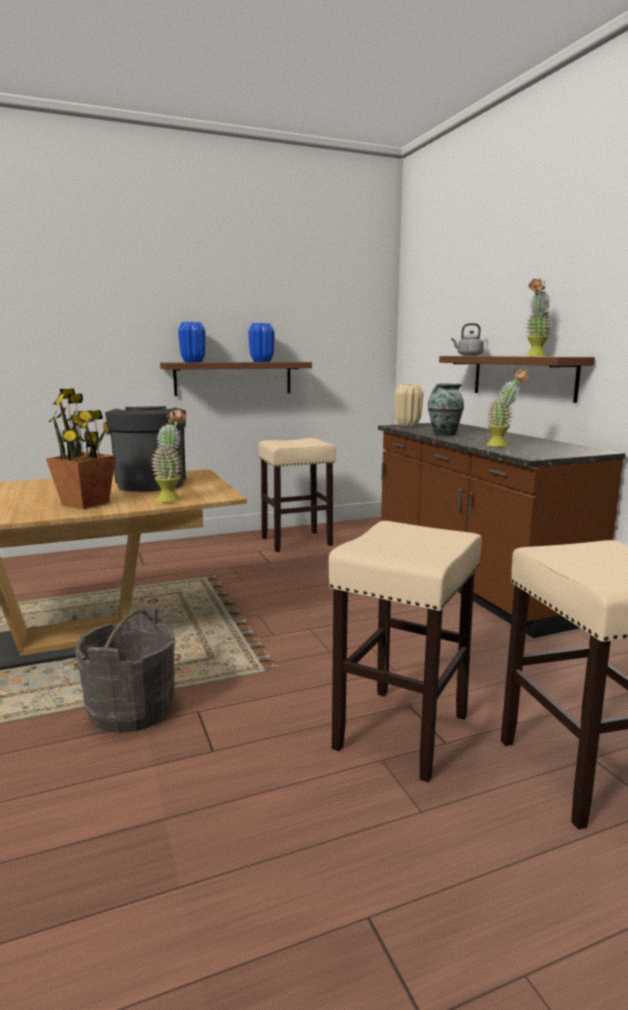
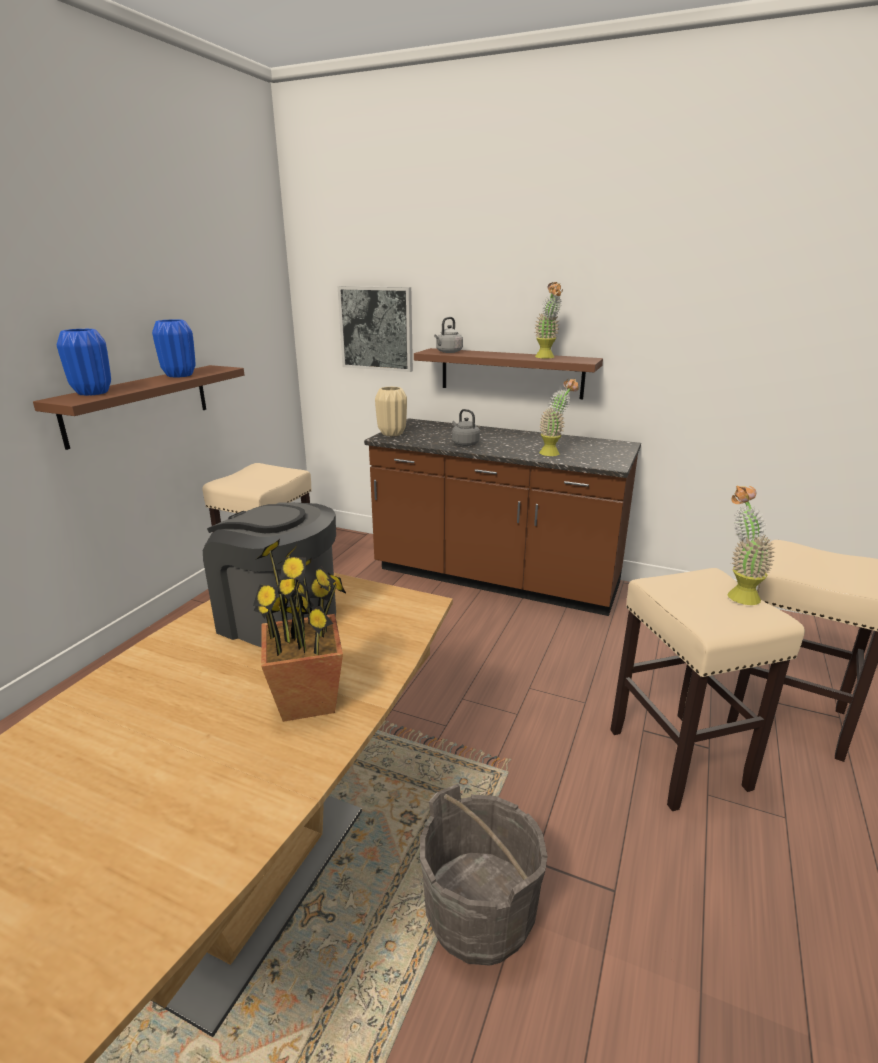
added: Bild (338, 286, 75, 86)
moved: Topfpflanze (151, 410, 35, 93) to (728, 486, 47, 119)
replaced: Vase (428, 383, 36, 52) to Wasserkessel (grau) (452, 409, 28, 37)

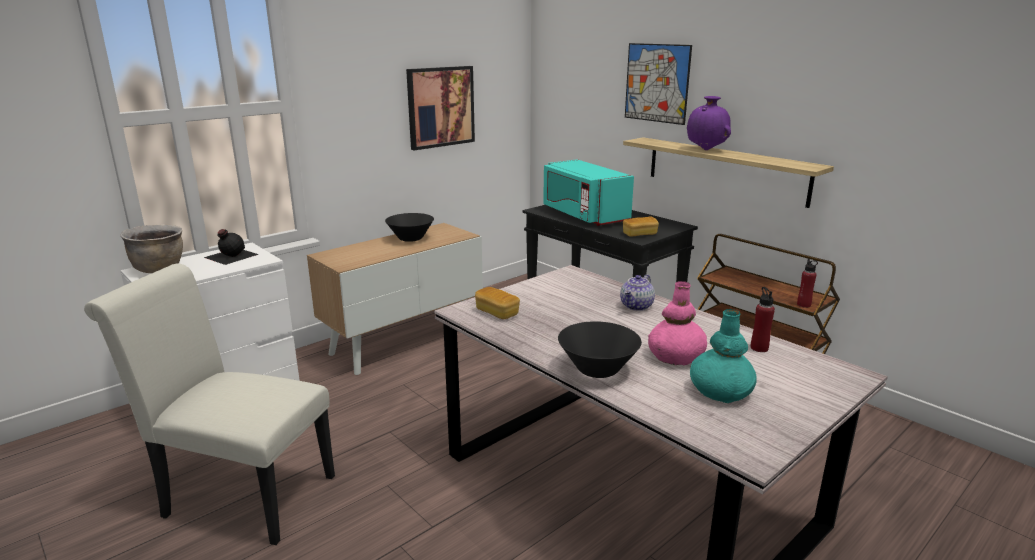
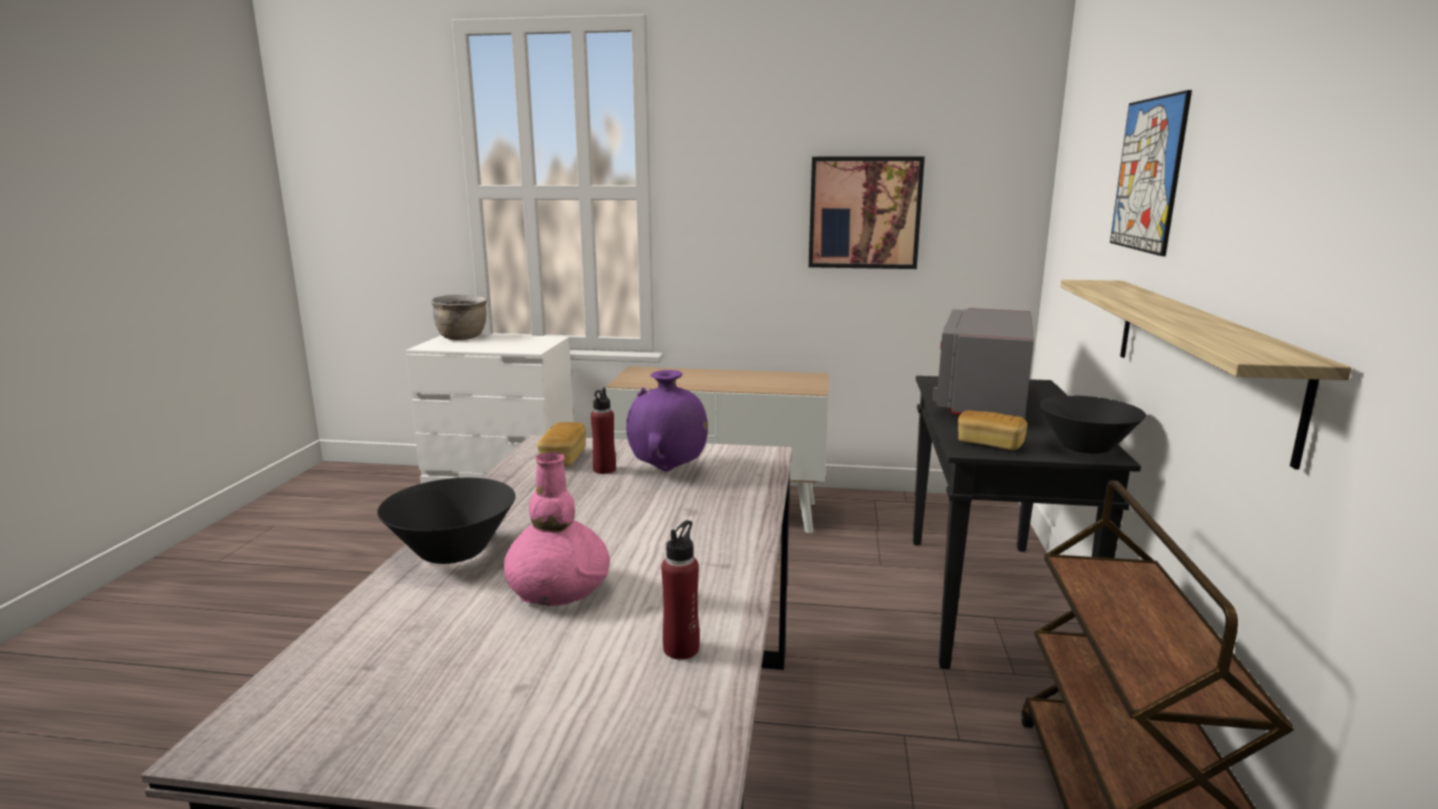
removed: Stuhl (weiß) (84, 263, 251, 282); Flasche (schwarz) (204, 229, 55, 36); Teekanne (620, 274, 35, 37); Vase (türkis) (690, 309, 67, 94)
moved: Flasche (rot) (797, 259, 21, 49) to (591, 388, 25, 86); Vase (lila) (687, 96, 44, 54) to (626, 370, 82, 102); Schüssel (schwarz) (385, 213, 49, 29) to (1039, 395, 107, 59)
recoloured: Mikrowelle (türkis) (543, 159, 91, 67) to Mikrowelle (grau) (933, 308, 101, 111)

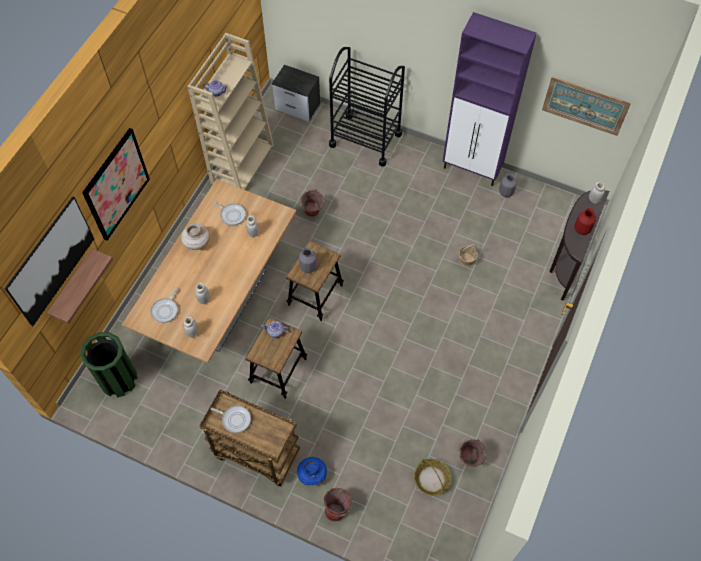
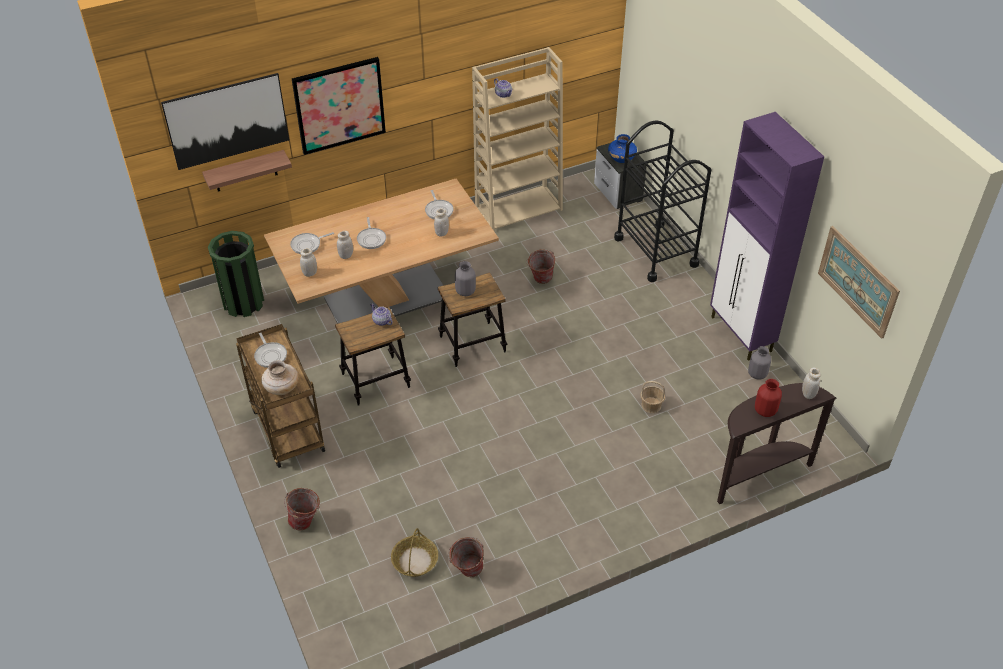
added: Pfanne (357, 217, 29, 32)
moved: Vase (beige) (181, 224, 29, 26) to (261, 360, 37, 35); Vase (blau) (297, 457, 30, 29) to (608, 134, 29, 29)

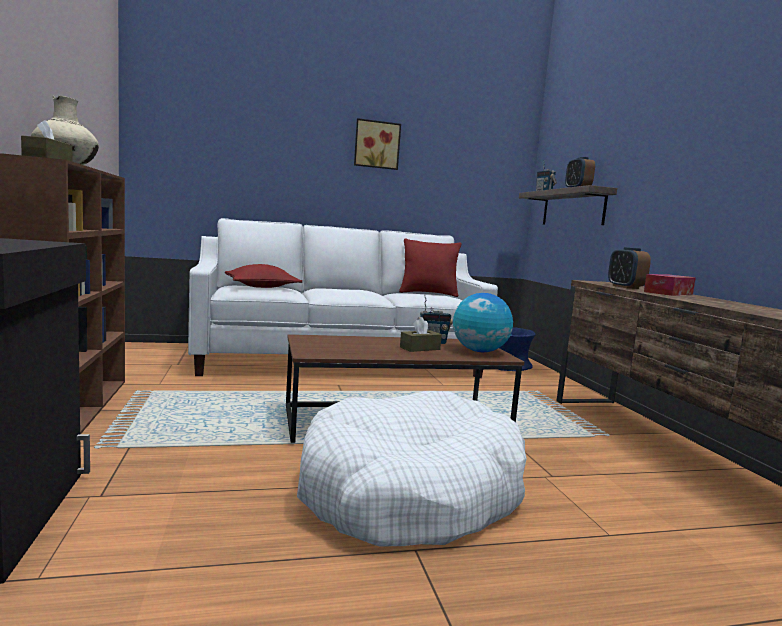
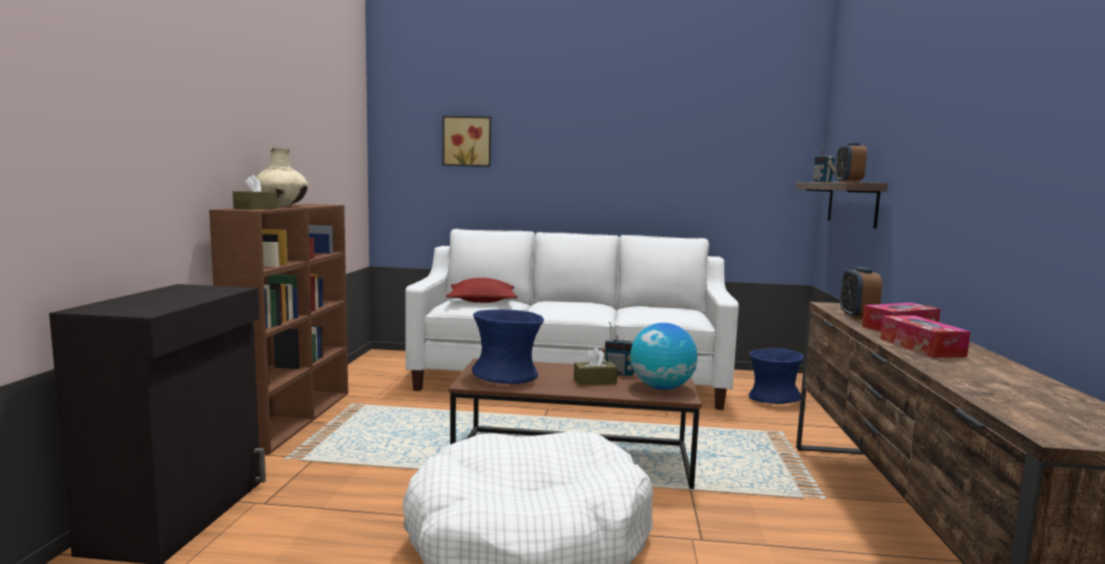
removed: Kissen (rot) (399, 238, 62, 59)
added: Vase (blau) (472, 309, 72, 75); Taschentuchbox (880, 315, 91, 43)
moved: Bild (354, 118, 47, 52) to (442, 116, 49, 51)

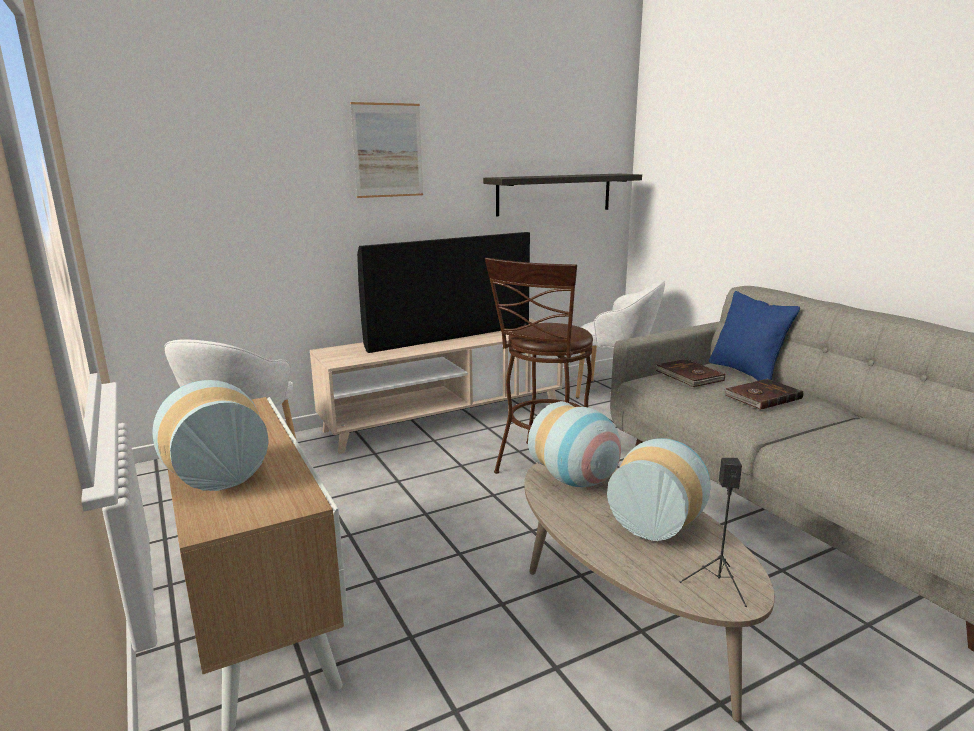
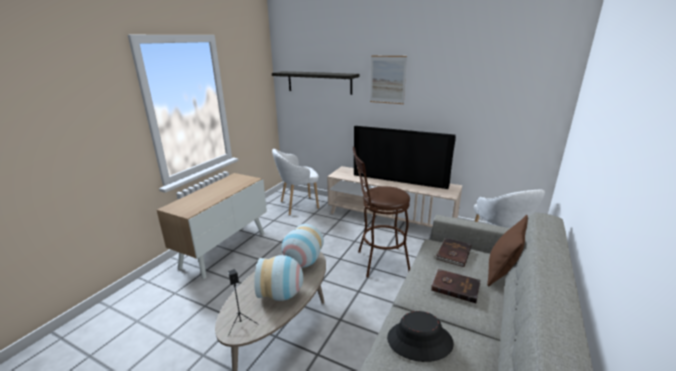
removed: Vase (153, 380, 115, 111)
added: Hut (schwarz) (387, 311, 67, 51)
moved: Wandregal (483, 174, 159, 42) to (272, 71, 87, 24)
recoloured: Kissen (blau) (709, 291, 91, 90) to Kissen (braun) (487, 215, 41, 71)

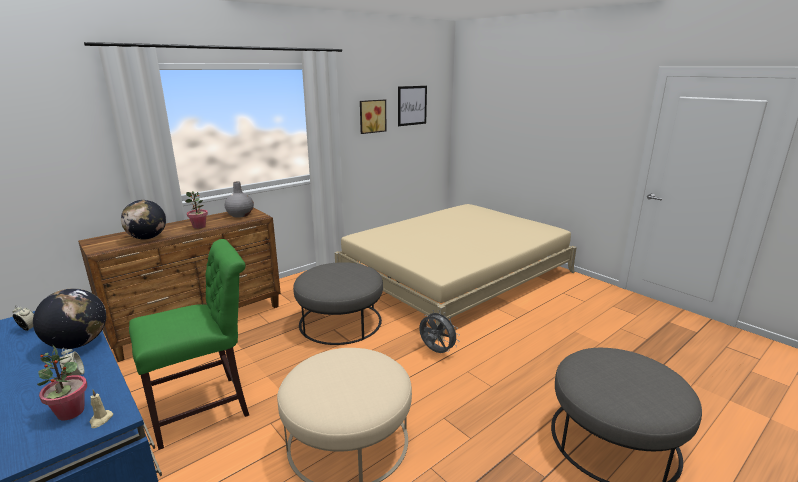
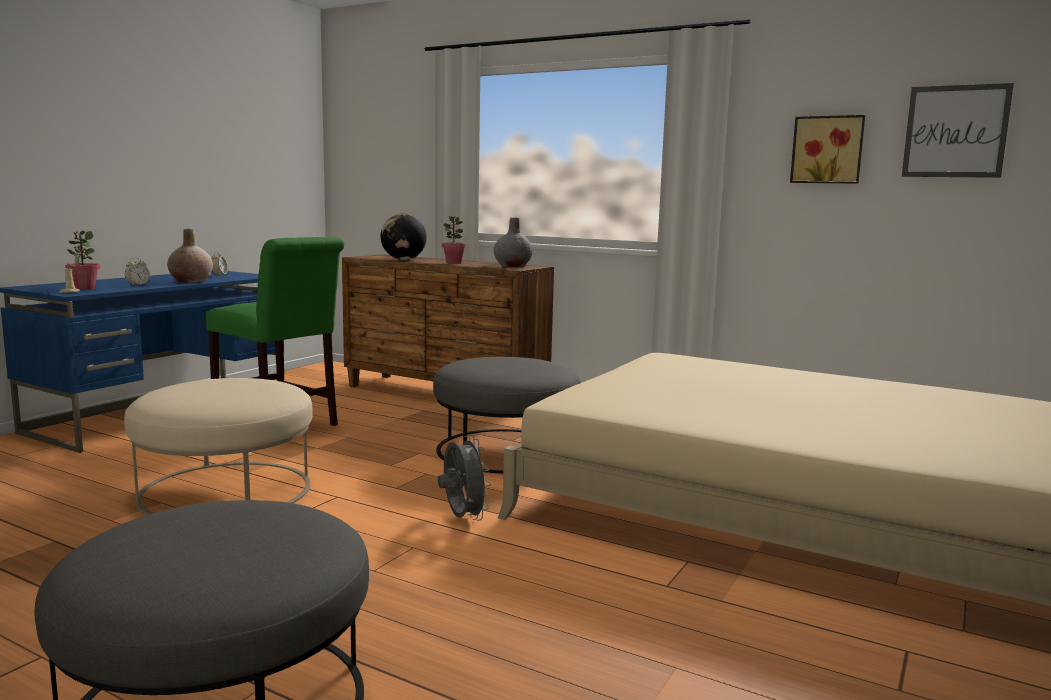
replaced: Globus (33, 288, 73, 61) to Vase (beige) (167, 229, 46, 54)
turned: Ventilator (grau) (419, 310, 41, 43) = (438, 435, 53, 86) 45 degrees counterclockwise

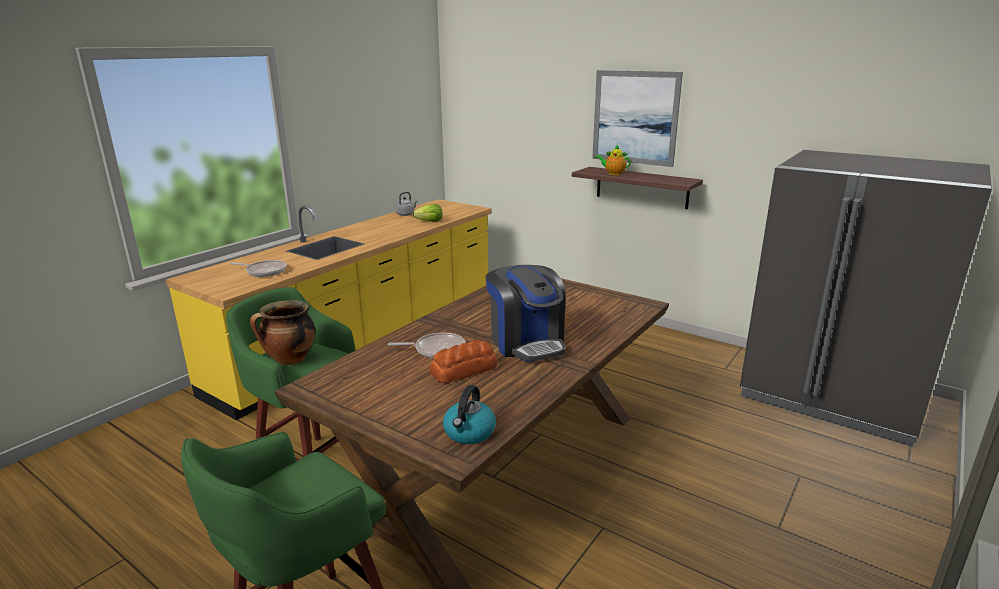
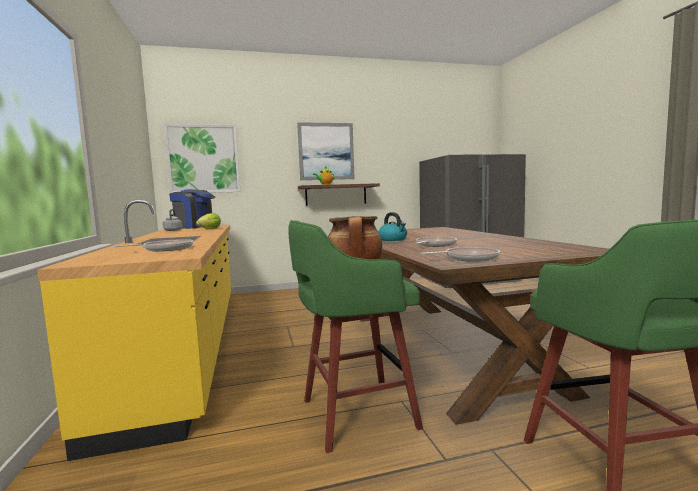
removed: Brot (430, 340, 68, 43)
added: Bild (164, 124, 76, 69); Pfanne (421, 247, 79, 15)
moved: Kaffeemaschine (486, 265, 80, 97) to (169, 189, 46, 40); Wasserkessel (443, 385, 53, 59) to (378, 212, 29, 29)

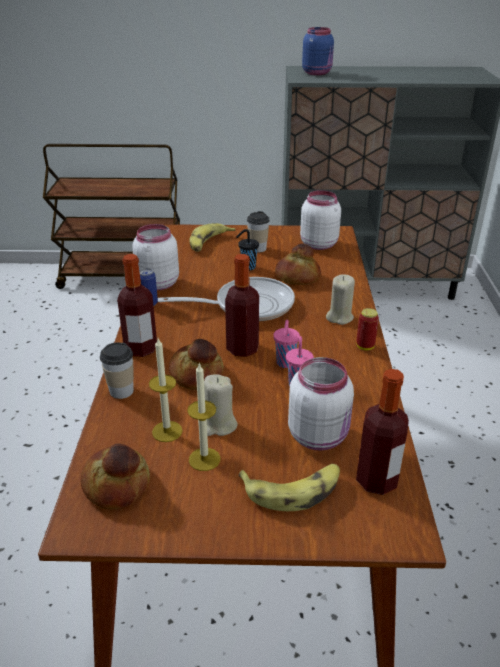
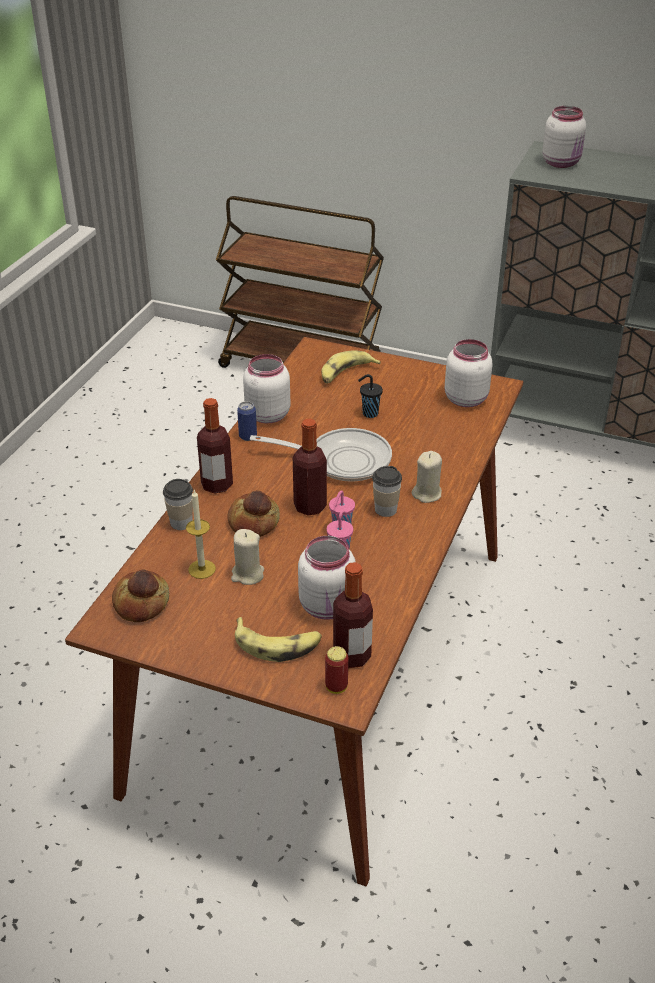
removed: Kerze (187, 363, 34, 108); Brot (275, 243, 46, 42)
moved: Dose (356, 308, 23, 42) to (325, 646, 23, 48); Tasse (247, 211, 23, 41) to (372, 466, 30, 51)
recoloured: Vorratsglas (blau) (302, 27, 32, 48) to Vorratsglas (weiß) (542, 106, 44, 62)

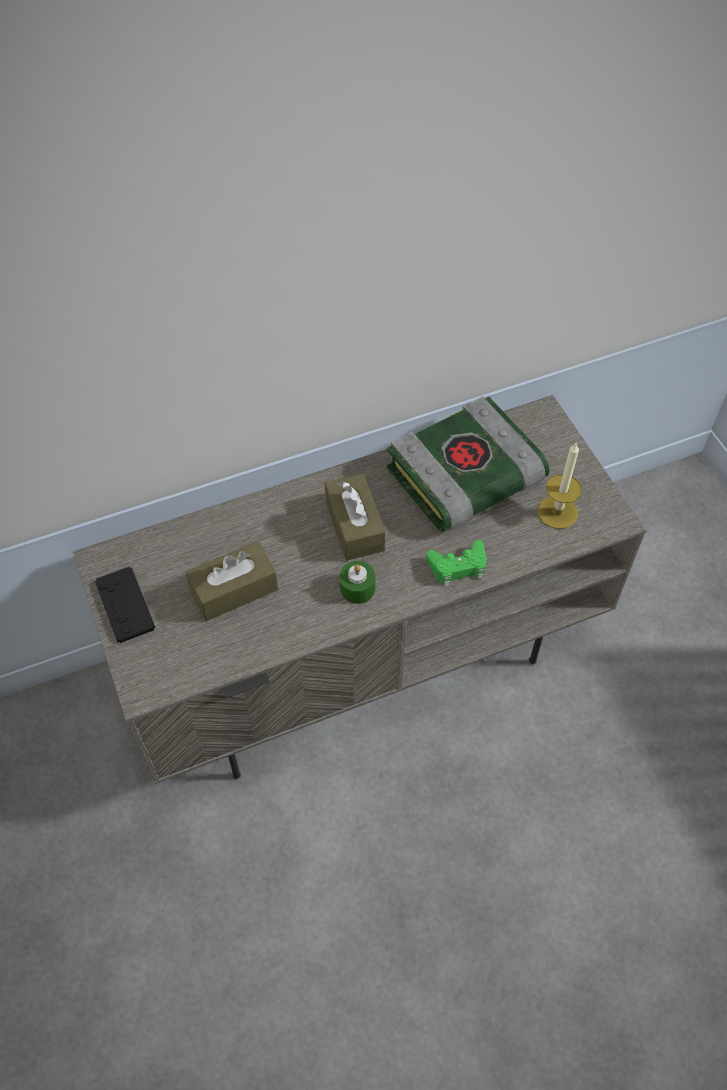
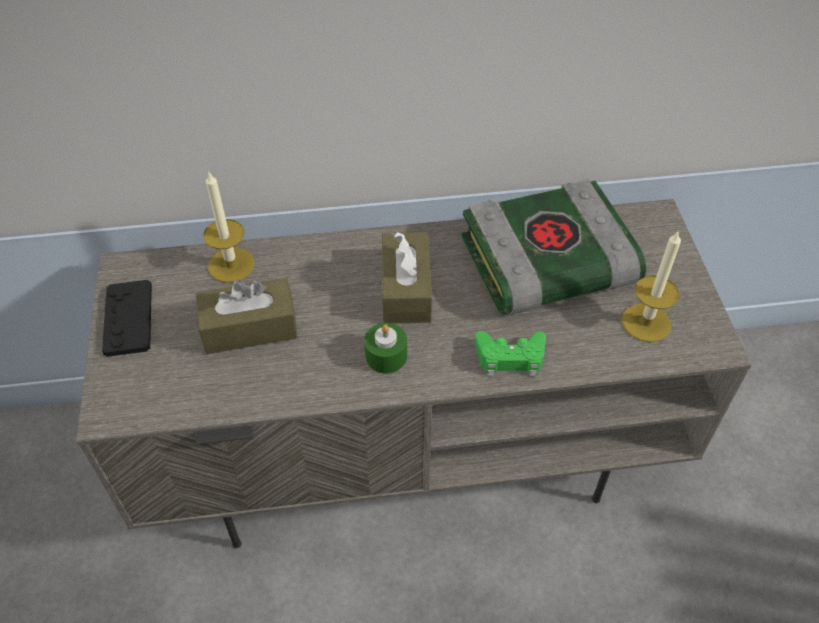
added: Kerze (203, 171, 51, 112)

